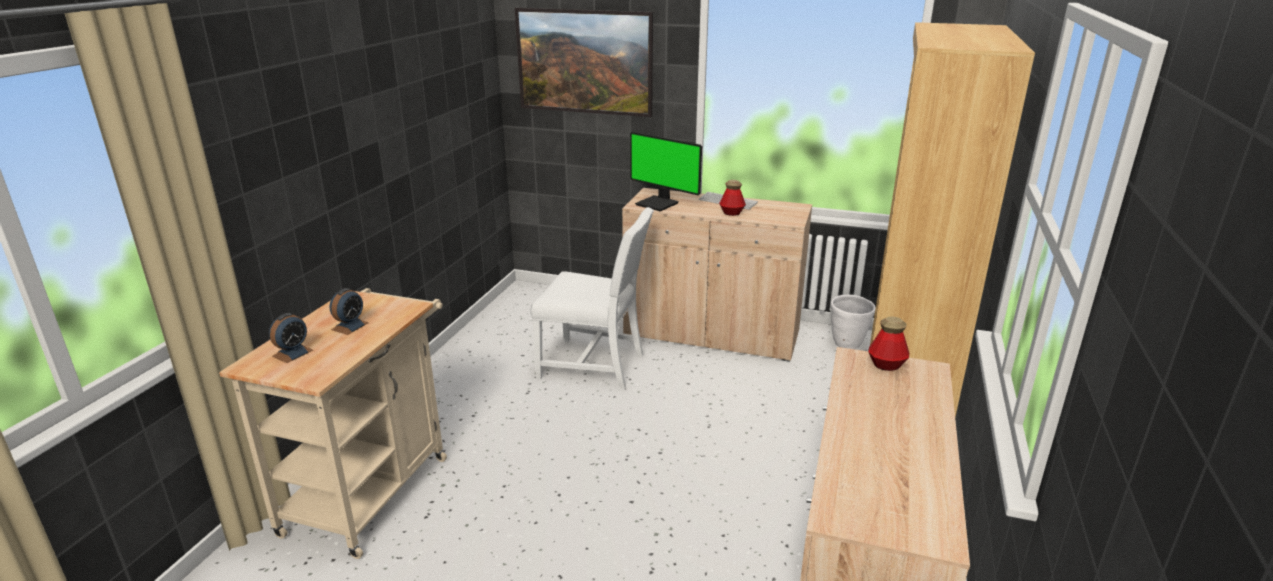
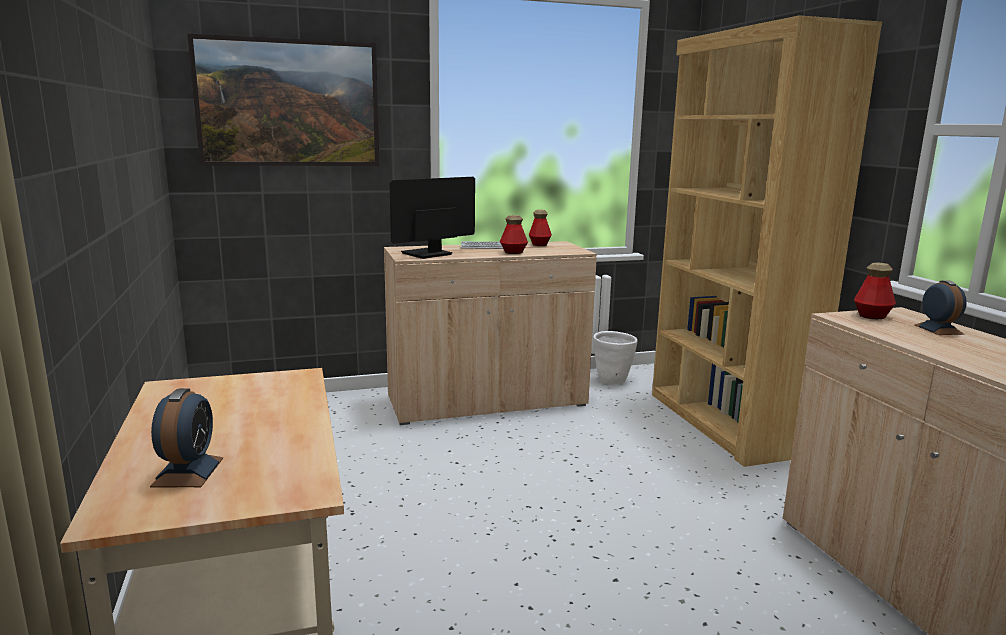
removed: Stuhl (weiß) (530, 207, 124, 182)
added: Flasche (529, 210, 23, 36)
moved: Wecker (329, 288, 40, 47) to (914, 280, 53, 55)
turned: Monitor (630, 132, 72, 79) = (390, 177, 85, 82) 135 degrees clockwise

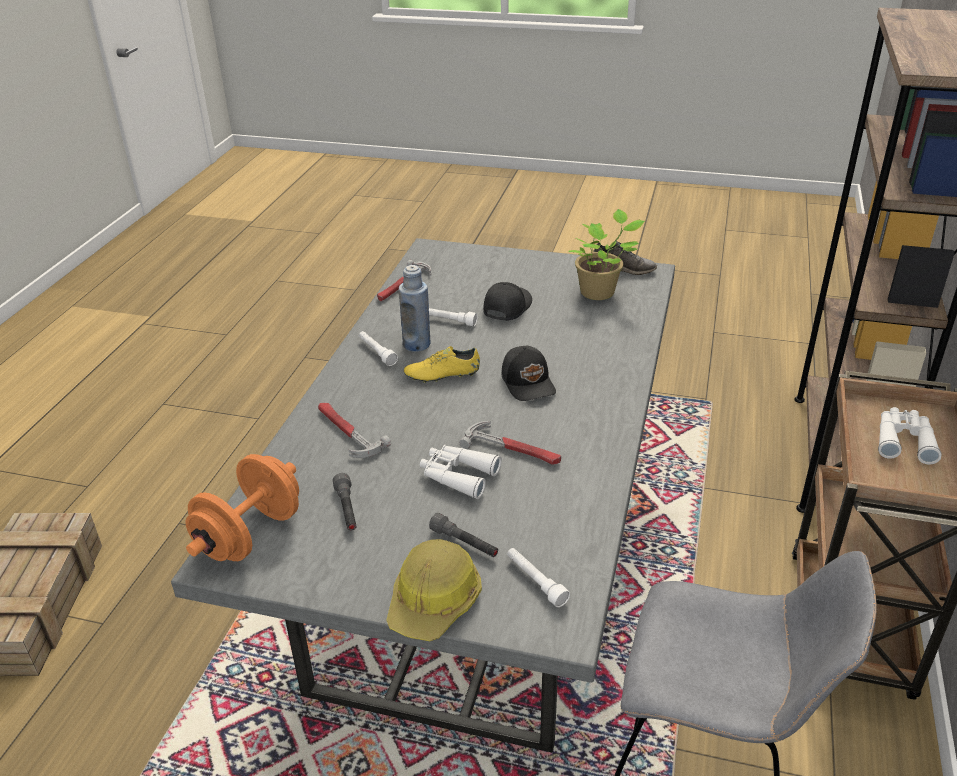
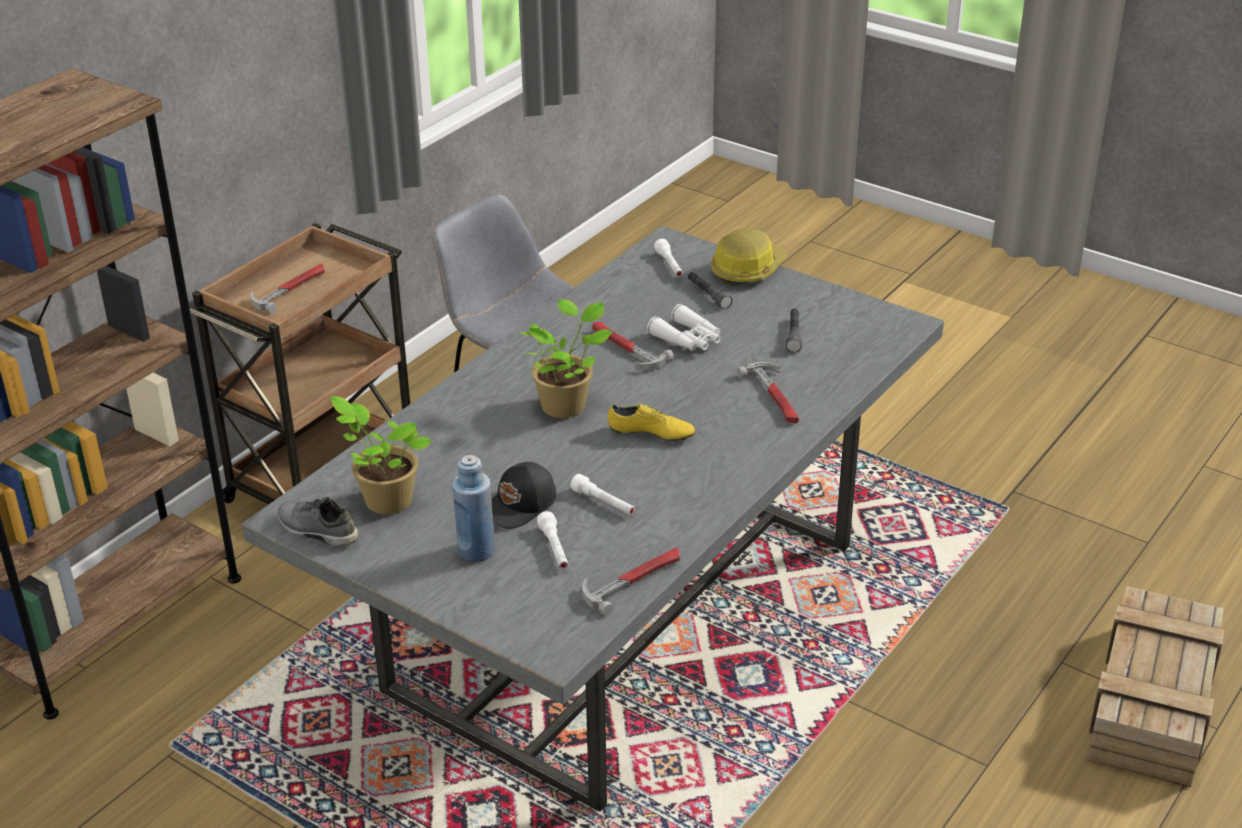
removed: Hantel (orange) (186, 454, 113, 107)
moved: Flasche (blau) (399, 265, 31, 87) to (452, 455, 43, 107); Taschenlampe (weiß) (359, 331, 39, 35) to (537, 511, 31, 58)
replaced: Fernglas (weiß) (878, 407, 64, 58) to Hammer (250, 264, 75, 50); Kappe (schwarz) (502, 346, 54, 55) to Topfpflanze (520, 299, 93, 119)

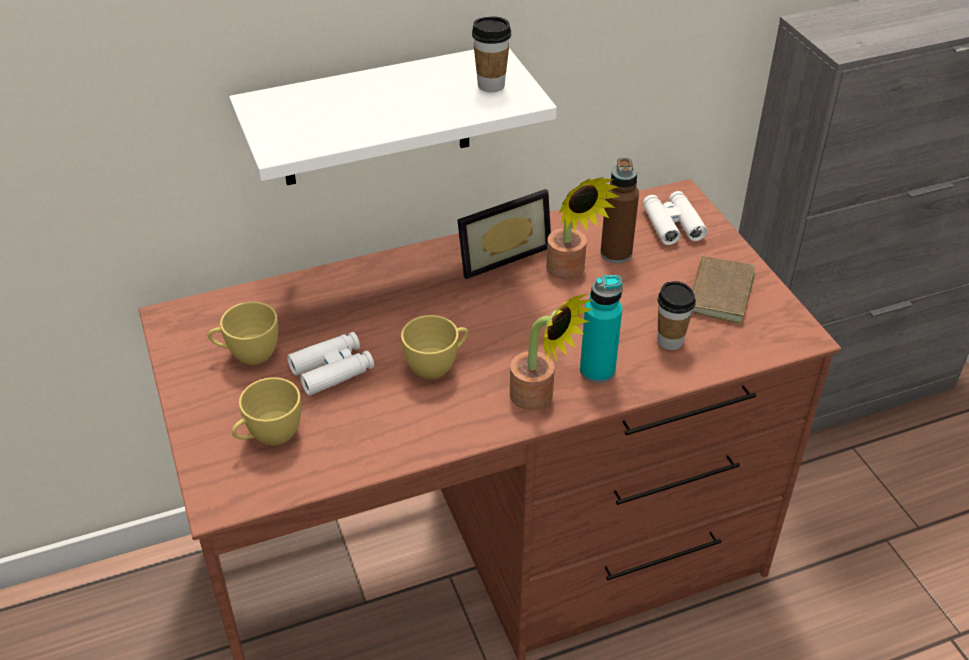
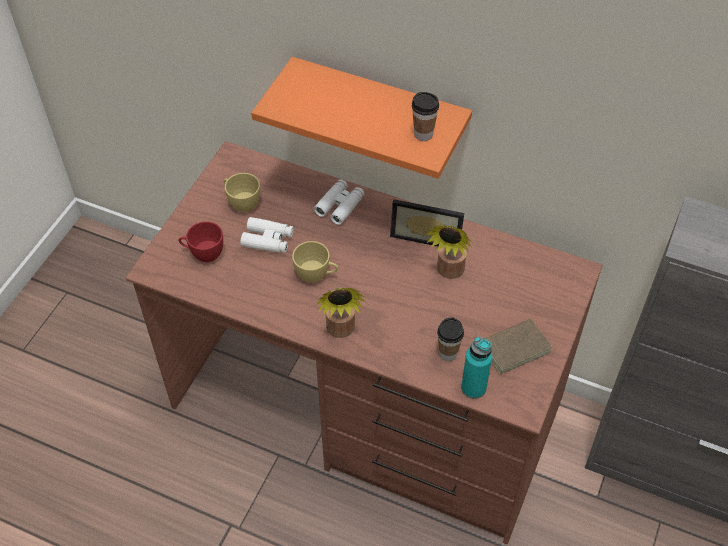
removed: Flasche (braun) (600, 157, 39, 106)
moved: Fernglas (weiß) (643, 191, 64, 54) to (314, 179, 50, 46); Flasche (türkis) (580, 275, 43, 108) to (461, 337, 31, 62)
recoloured: Tasse (gelb) (232, 377, 69, 69) to Tasse (rot) (178, 221, 45, 41); Wandregal (weiß) (229, 48, 328, 137) to Wandregal (orange) (251, 57, 221, 122)

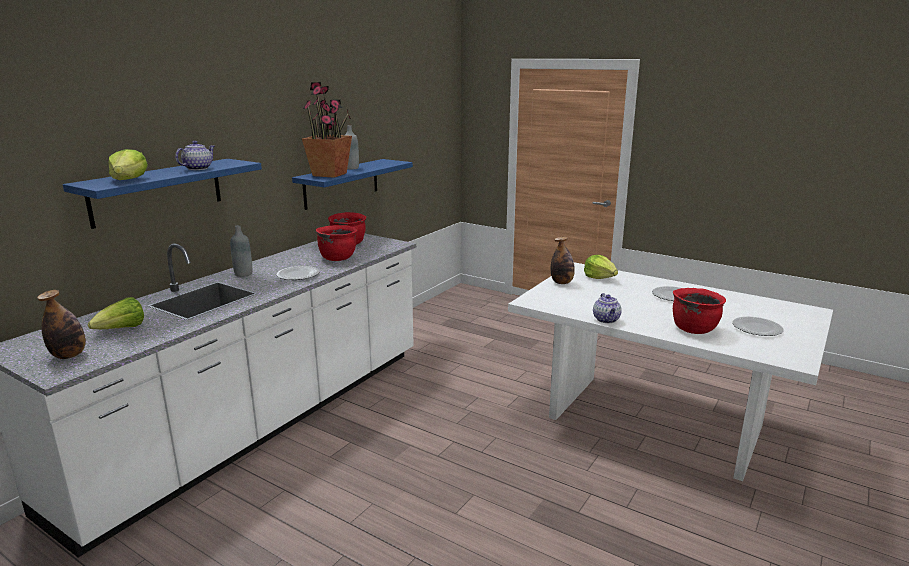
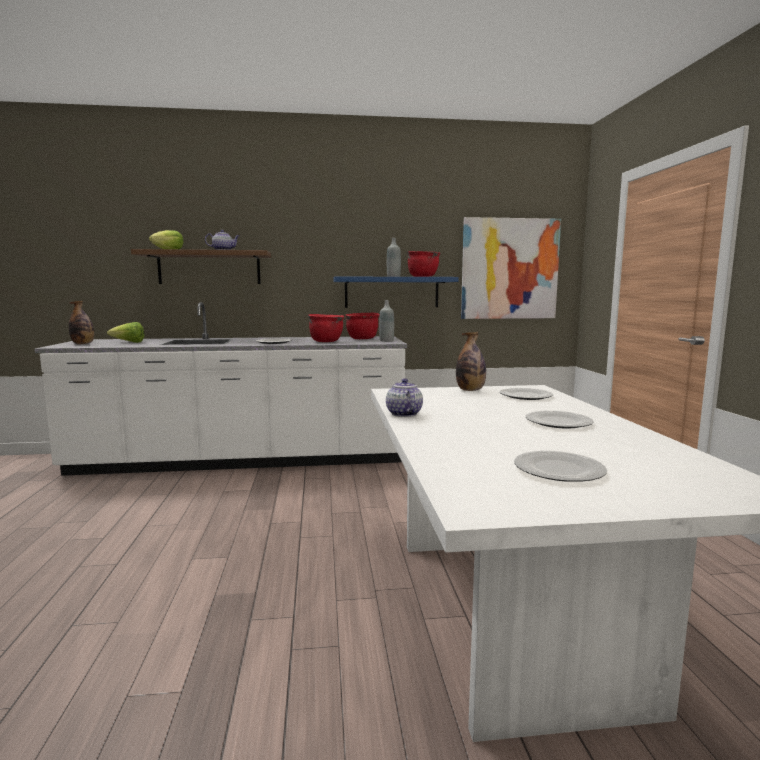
removed: Topfpflanze (302, 82, 50, 96)
added: Bild (461, 217, 100, 102)
moved: Flasche (grau) (230, 225, 22, 52) to (379, 300, 15, 42); Kochtopf (rot) (673, 288, 53, 46) to (407, 251, 33, 26)
replaced: Salatkopf (584, 255, 34, 24) to Teller (500, 388, 53, 12)
recoloured: Wandregal (blau) (63, 159, 199, 70) to Wandregal (braun) (131, 249, 140, 35)
turned: Teekanne (593, 293, 29, 30) = (386, 378, 37, 39) 120 degrees clockwise

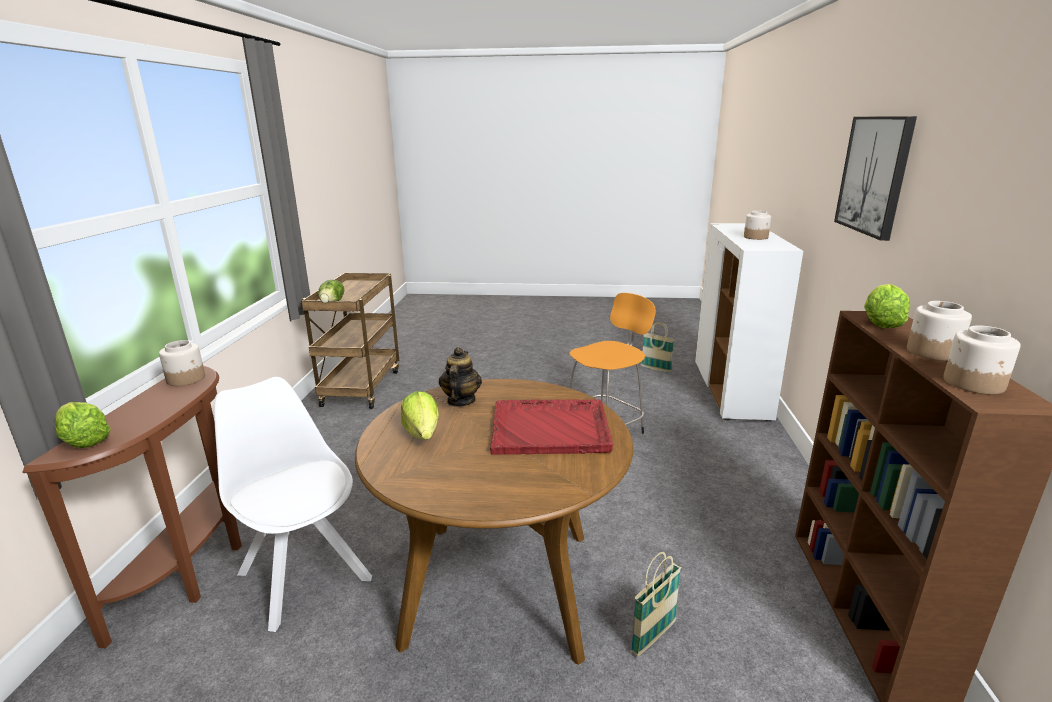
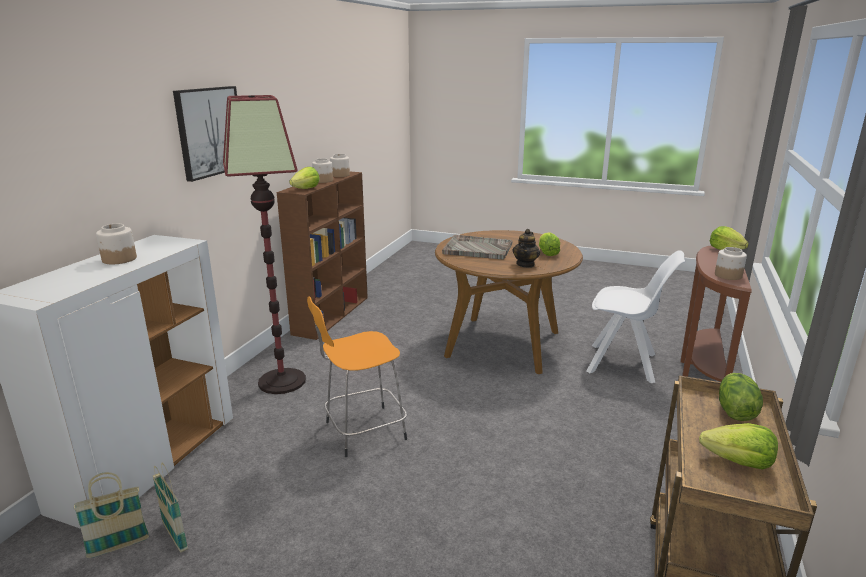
added: Stehlampe (223, 95, 83, 299); Salatkopf (699, 423, 79, 46)
moved: Korb (631, 552, 50, 104) to (74, 472, 75, 86)
recoloured: Tablett (rot) (490, 399, 123, 56) to Tablett (grau) (442, 235, 70, 24)
turned: Stuhl (weiß) (214, 377, 158, 255) = (586, 250, 99, 133) 45 degrees counterclockwise

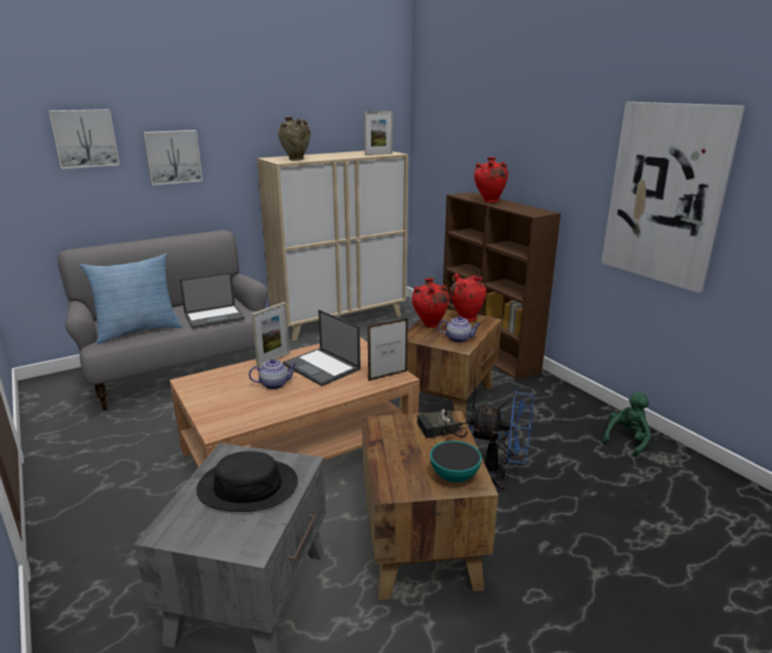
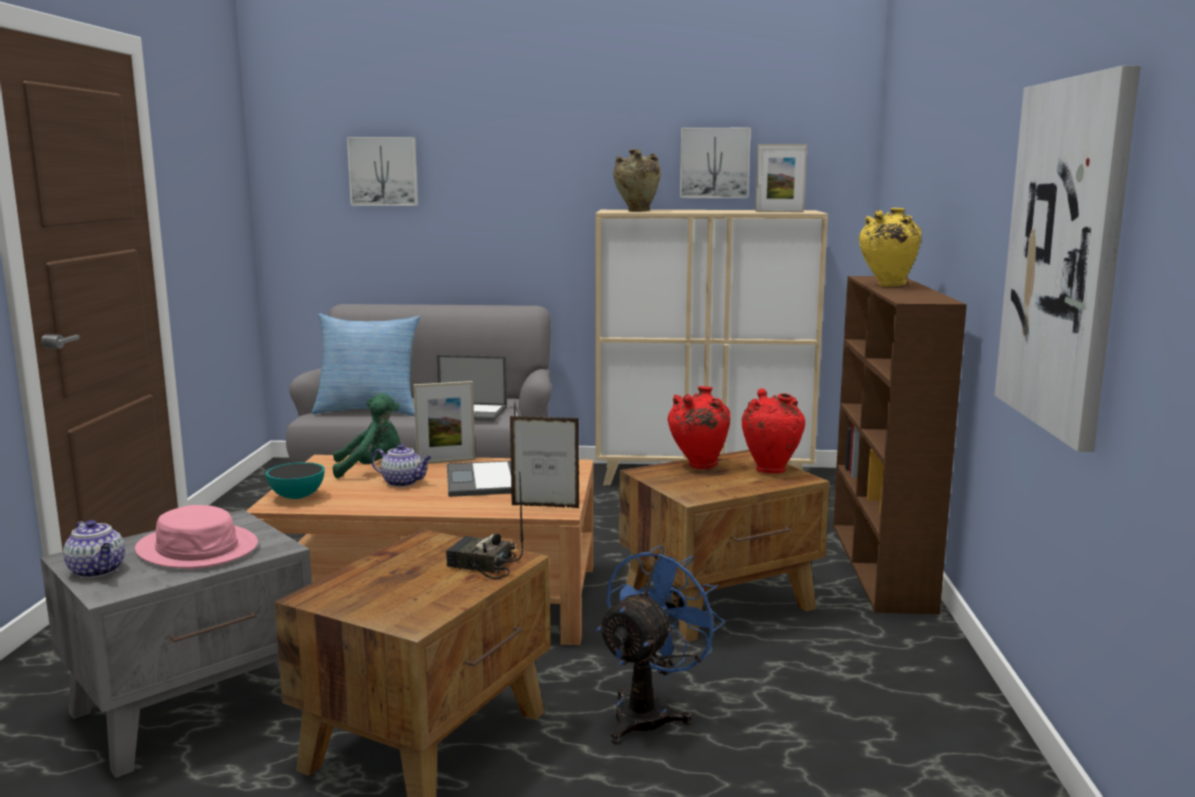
moved: Teekanne (438, 316, 43, 27) to (63, 520, 62, 58); Schüssel (430, 441, 52, 41) to (266, 462, 59, 37); Plüschtier (grün) (602, 392, 49, 65) to (333, 393, 68, 85); Bild (143, 130, 60, 55) to (680, 128, 71, 70)
recoloured: Hut (schwarz) (197, 451, 101, 61) to Hut (rosa) (135, 505, 123, 64); Vase (rot) (474, 157, 34, 46) to Vase (gelb) (859, 208, 63, 78)
turned: Ventilator (blau) (468, 390, 66, 101) = (597, 545, 129, 199) 105 degrees counterclockwise

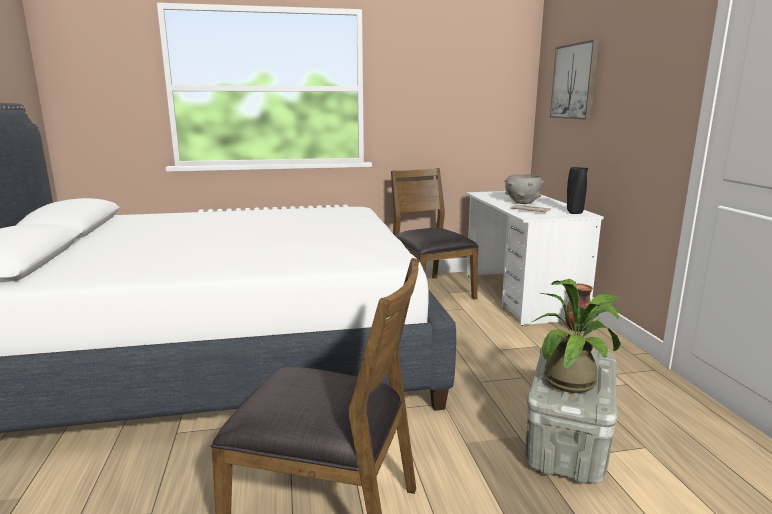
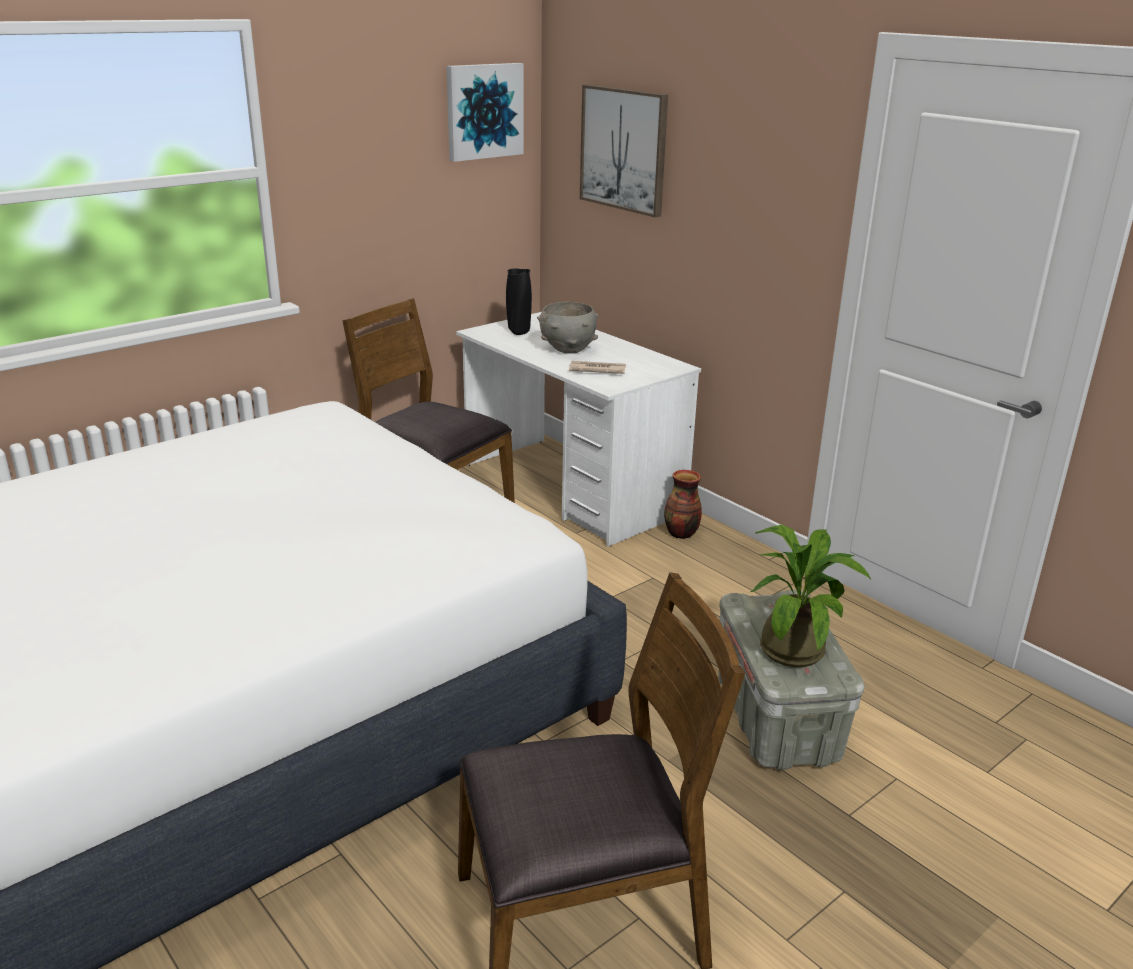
added: Bild (447, 63, 77, 99)
moved: Vase (schwarz) (567, 167, 21, 47) to (506, 269, 26, 66)

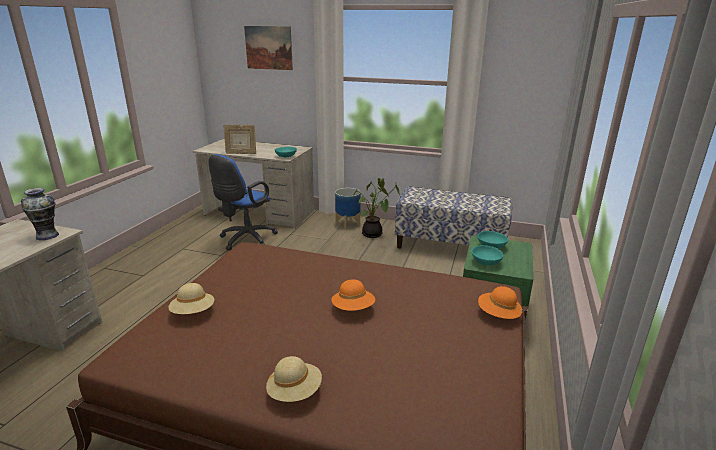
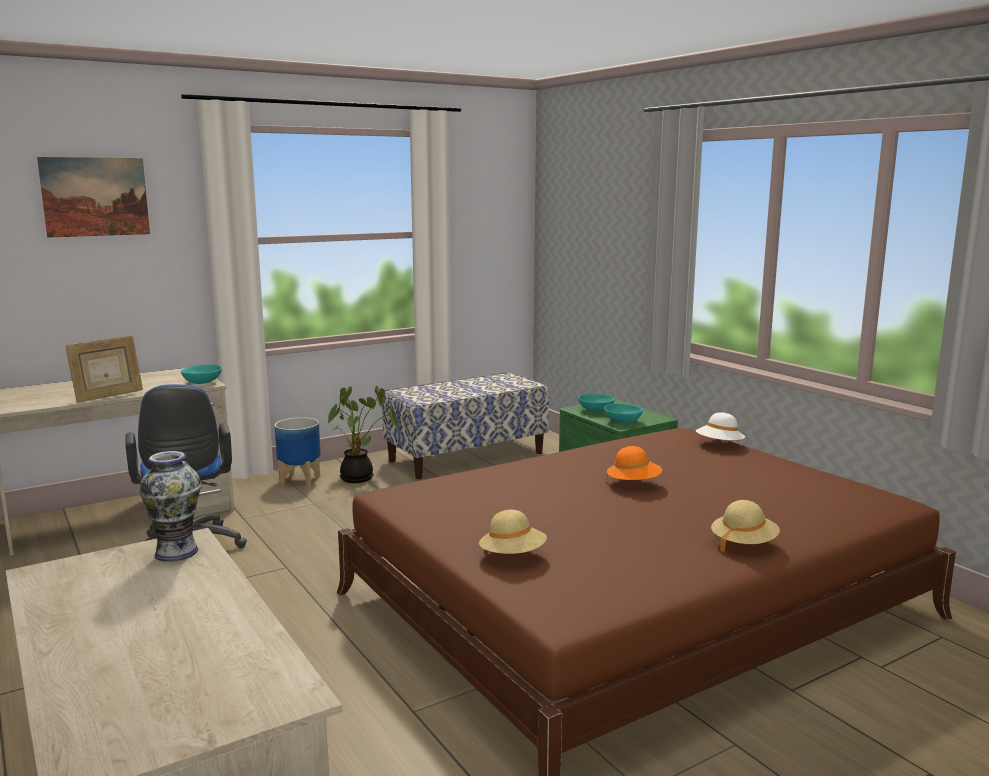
recoloured: Hut (orange) (478, 286, 45, 33) to Hut (weiß) (696, 412, 49, 30)

